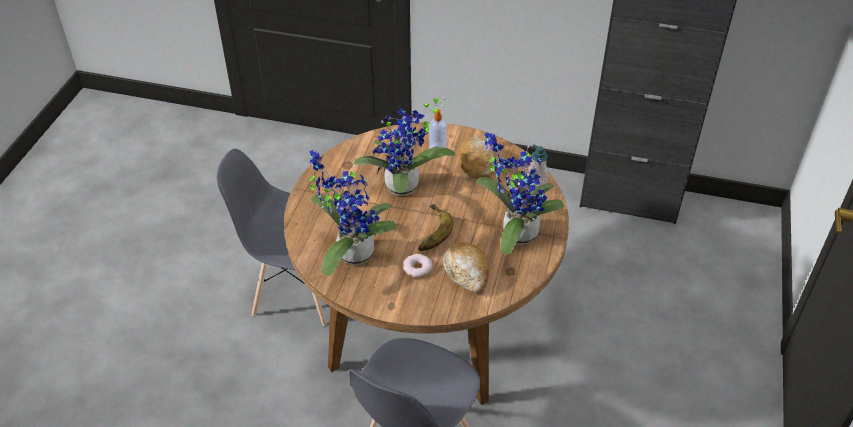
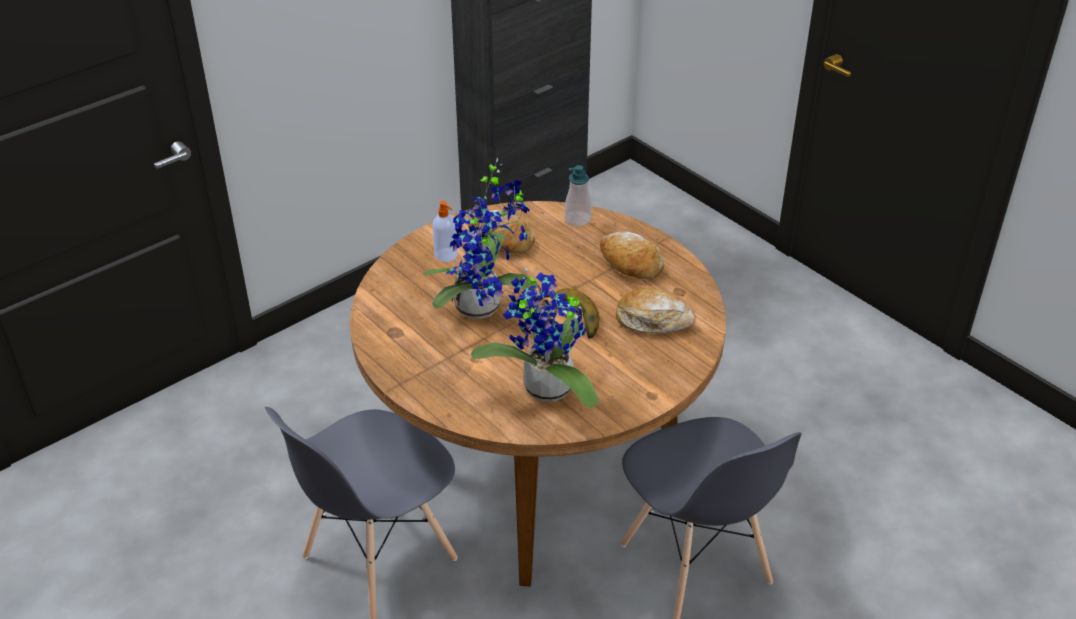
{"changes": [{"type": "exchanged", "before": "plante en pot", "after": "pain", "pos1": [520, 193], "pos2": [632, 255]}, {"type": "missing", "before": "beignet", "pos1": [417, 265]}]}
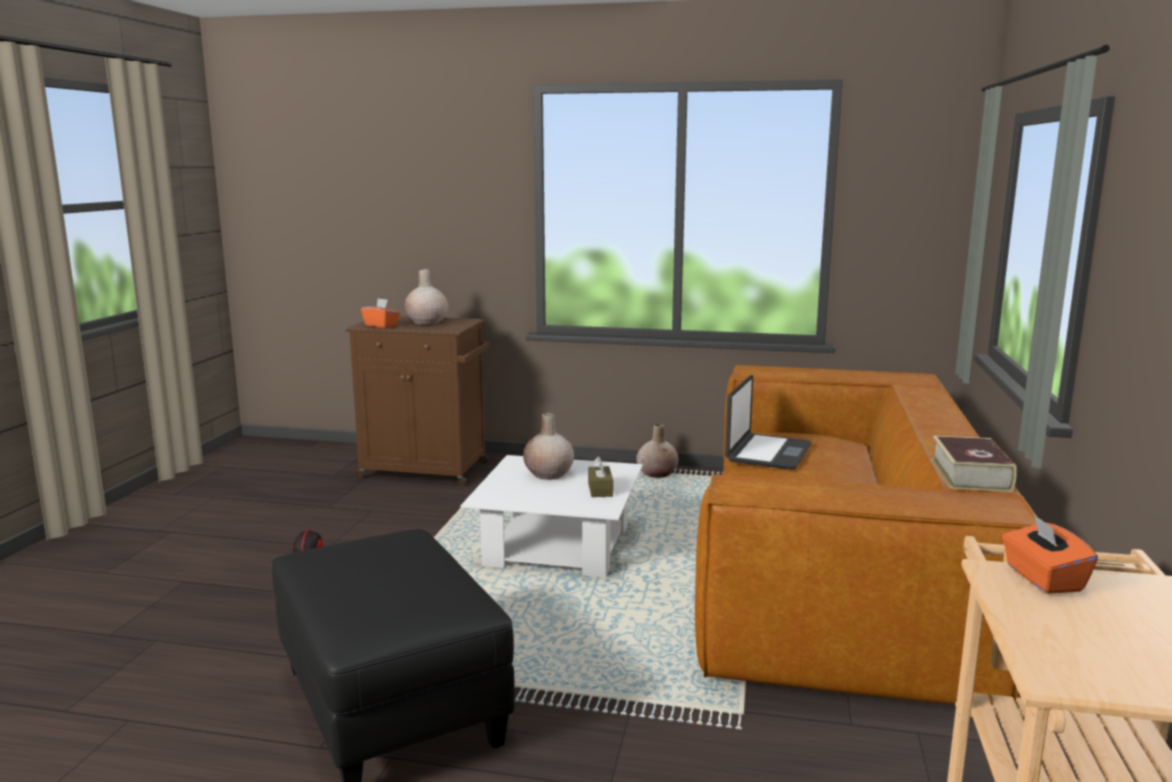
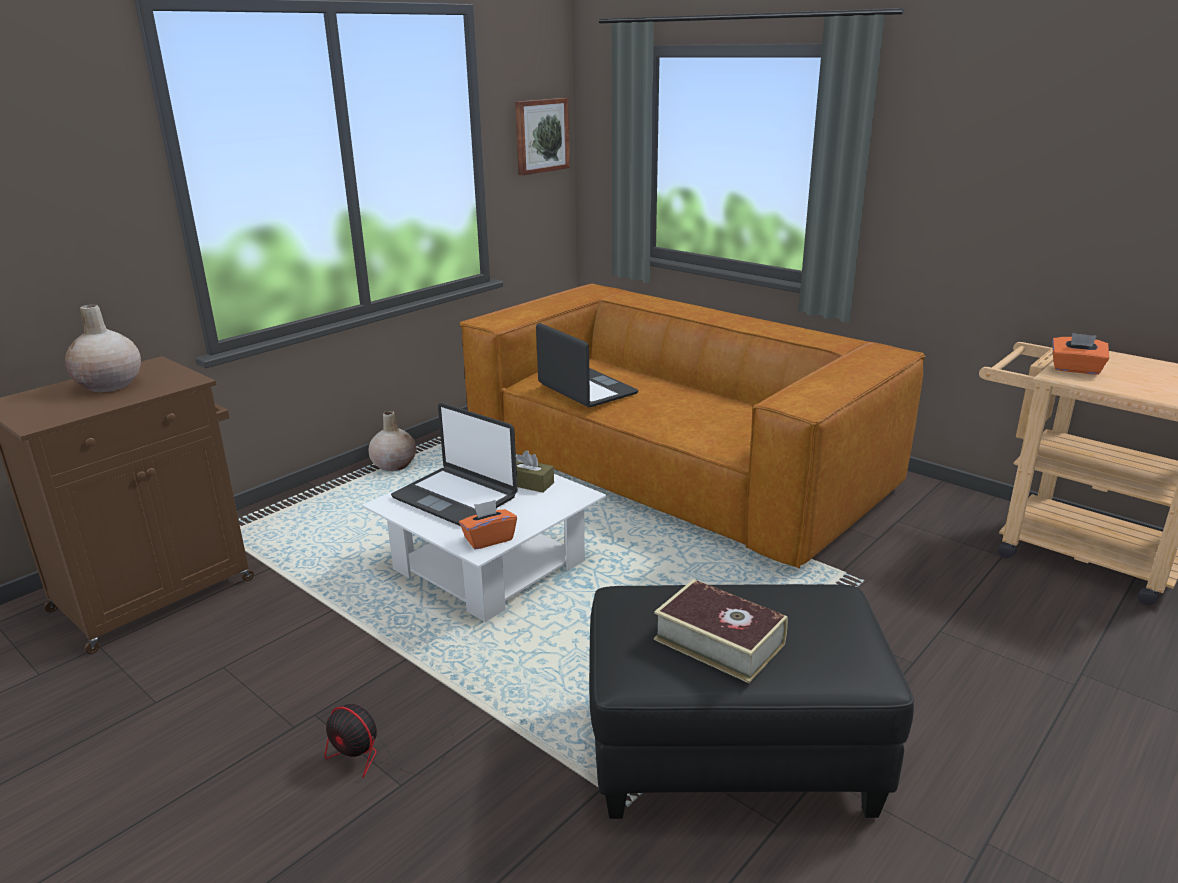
{"changes": [{"type": "exchanged", "before": "vase [beige]", "after": "ordinateur portable", "pos1": [548, 446], "pos2": [454, 464]}, {"type": "relocated", "before": "boîte à mouchoirs [orange]", "pos1": [380, 313], "pos2": [488, 525]}, {"type": "appeared", "after": "tableau", "pos2": [542, 136]}, {"type": "relocated", "before": "livre", "pos1": [974, 464], "pos2": [721, 631]}]}
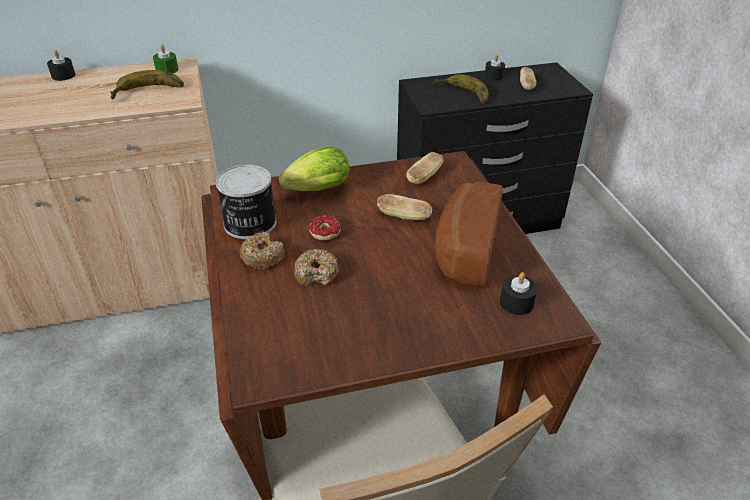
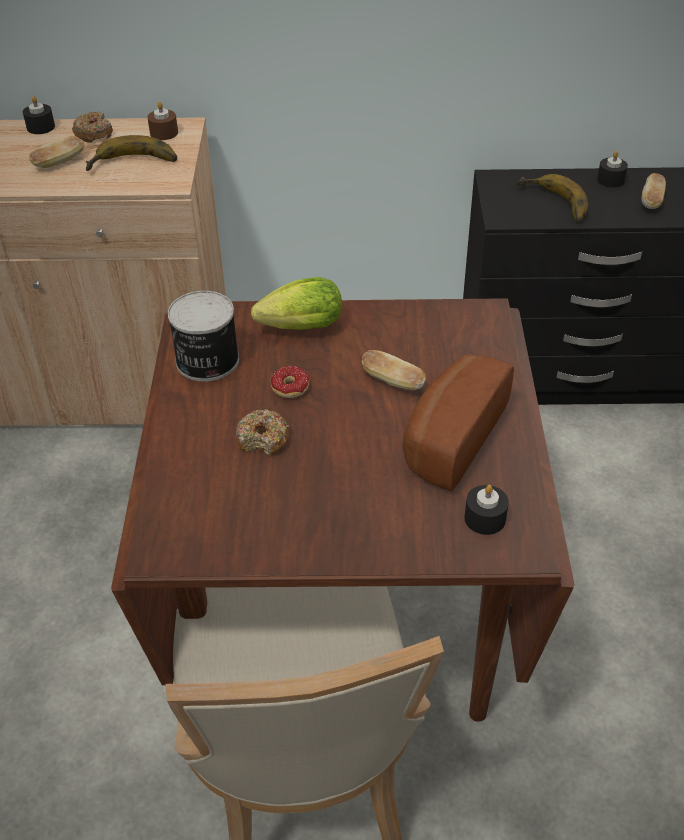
{"changes": [{"type": "relocated", "before": "pain", "pos1": [425, 168], "pos2": [57, 152]}, {"type": "relocated", "before": "beignet", "pos1": [262, 251], "pos2": [92, 127]}, {"type": "colour", "before": "bougie [vert]", "after": "bougie [marron]", "pos1": [165, 59], "pos2": [162, 120]}]}
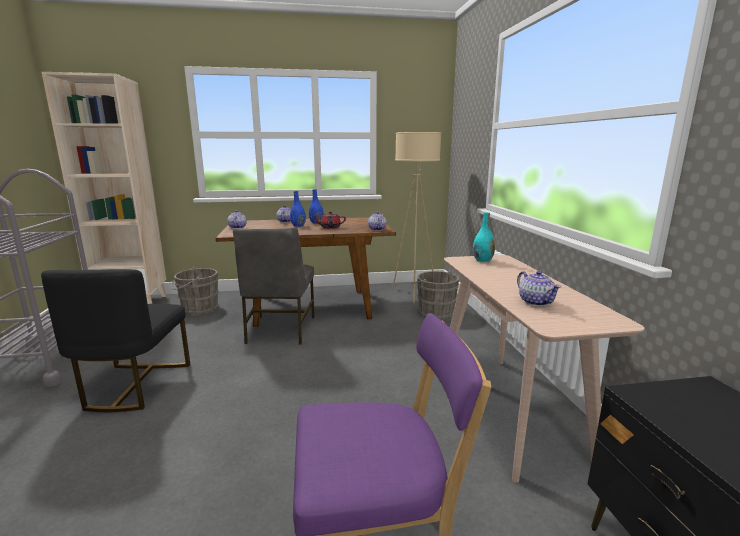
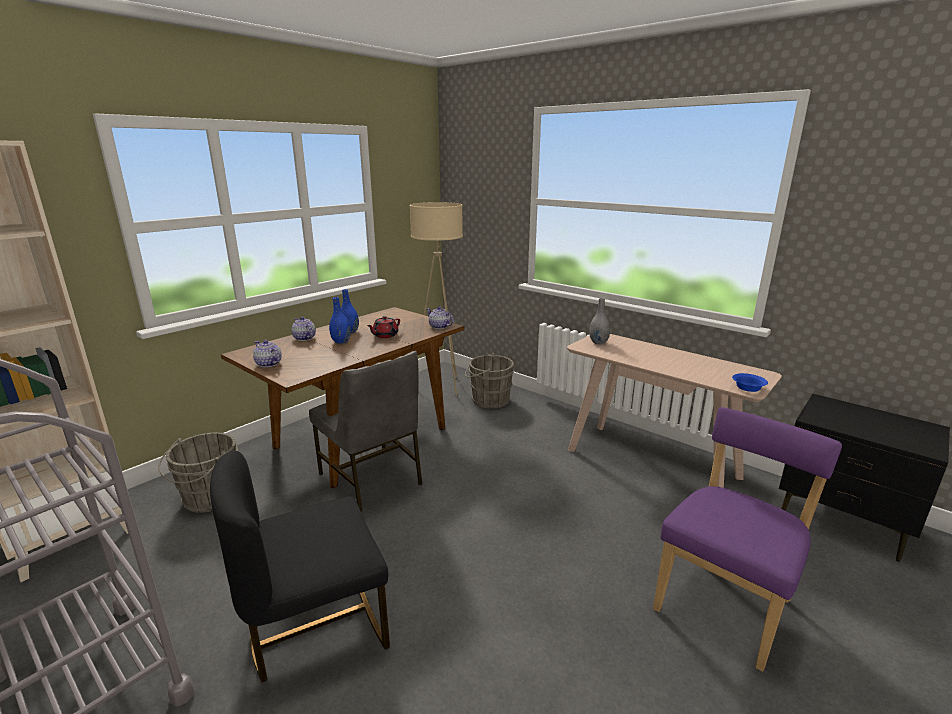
{"changes": [{"type": "spun", "before": "chaise [noir]", "pos1": [115, 340], "pos2": [300, 567], "turn": 105}, {"type": "colour", "before": "vase [turquoise]", "after": "vase [gris]", "pos1": [484, 237], "pos2": [599, 321]}, {"type": "appeared", "after": "bol [bleu]", "pos2": [750, 382]}, {"type": "missing", "before": "théière", "pos1": [539, 288]}]}
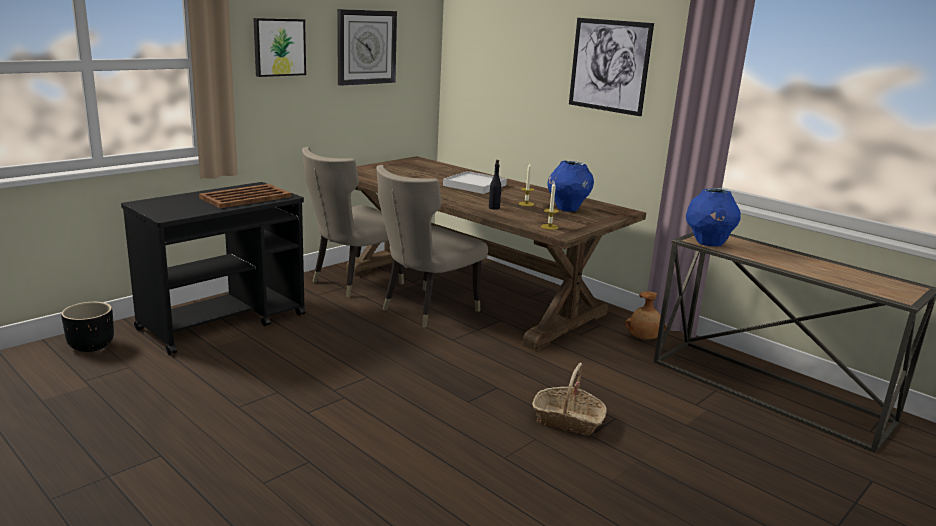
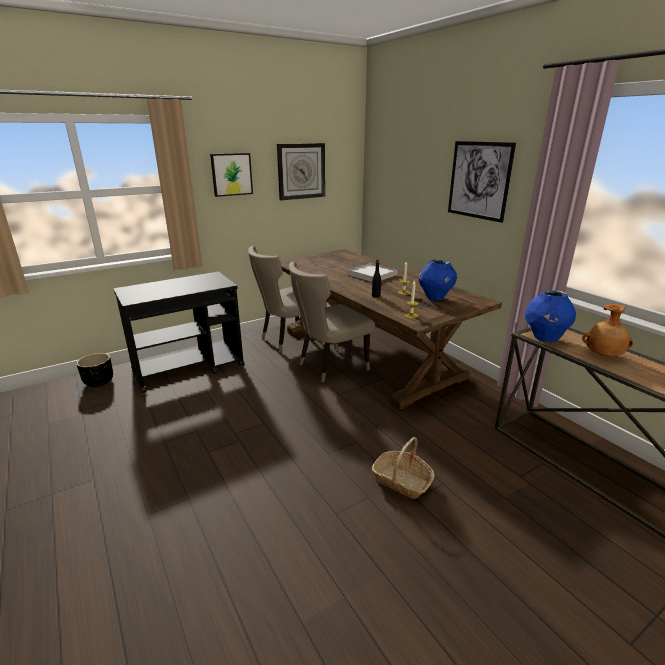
{"changes": [{"type": "relocated", "before": "vase [marron]", "pos1": [645, 315], "pos2": [607, 330]}, {"type": "missing", "before": "plateau [marron]", "pos1": [245, 196]}]}
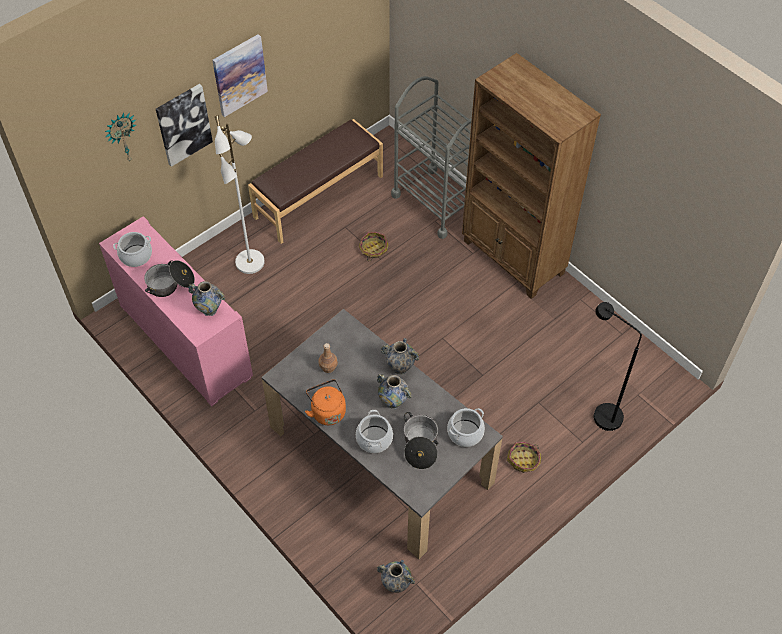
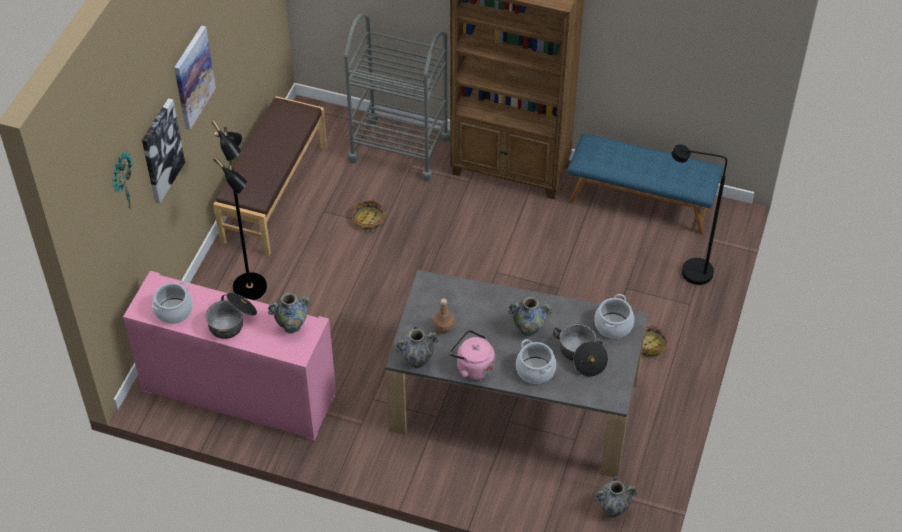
{"changes": [{"type": "colour", "before": "lampadaire [blanc]", "after": "lampadaire [noir]", "pos1": [240, 194], "pos2": [239, 210]}, {"type": "relocated", "before": "vase", "pos1": [400, 356], "pos2": [417, 347]}, {"type": "colour", "before": "bouilloire [orange]", "after": "bouilloire [rose]", "pos1": [325, 402], "pos2": [472, 355]}, {"type": "appeared", "after": "banc [bleu]", "pos2": [645, 184]}]}
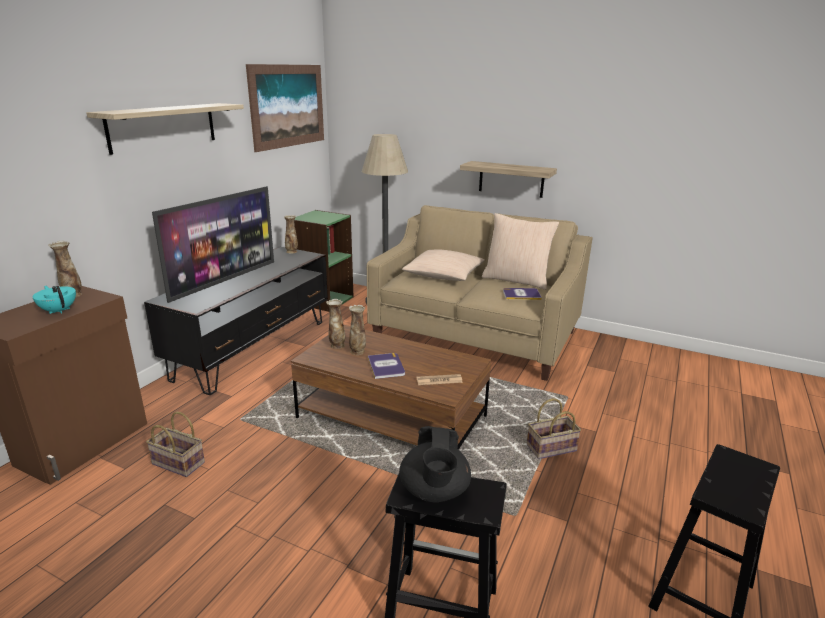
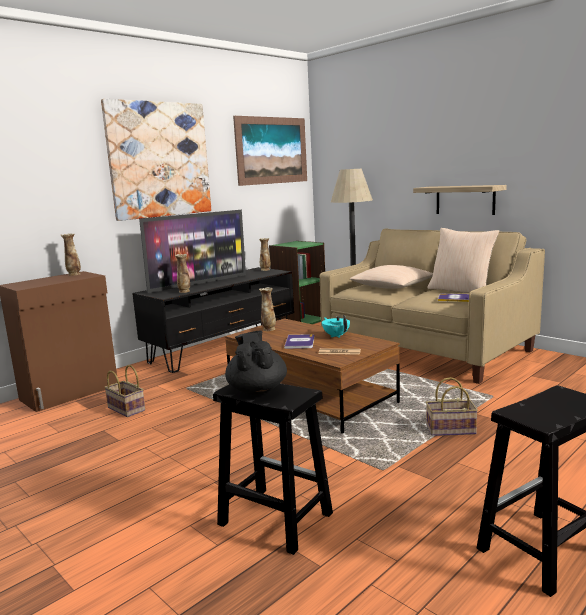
{"changes": [{"type": "exchanged", "before": "étagère", "after": "tableau", "pos1": [165, 129], "pos2": [156, 160]}, {"type": "relocated", "before": "vase", "pos1": [357, 330], "pos2": [182, 273]}, {"type": "spun", "before": "théière [noir]", "pos1": [435, 464], "pos2": [256, 363], "turn": 150}, {"type": "relocated", "before": "théière [turquoise]", "pos1": [54, 300], "pos2": [336, 326]}]}
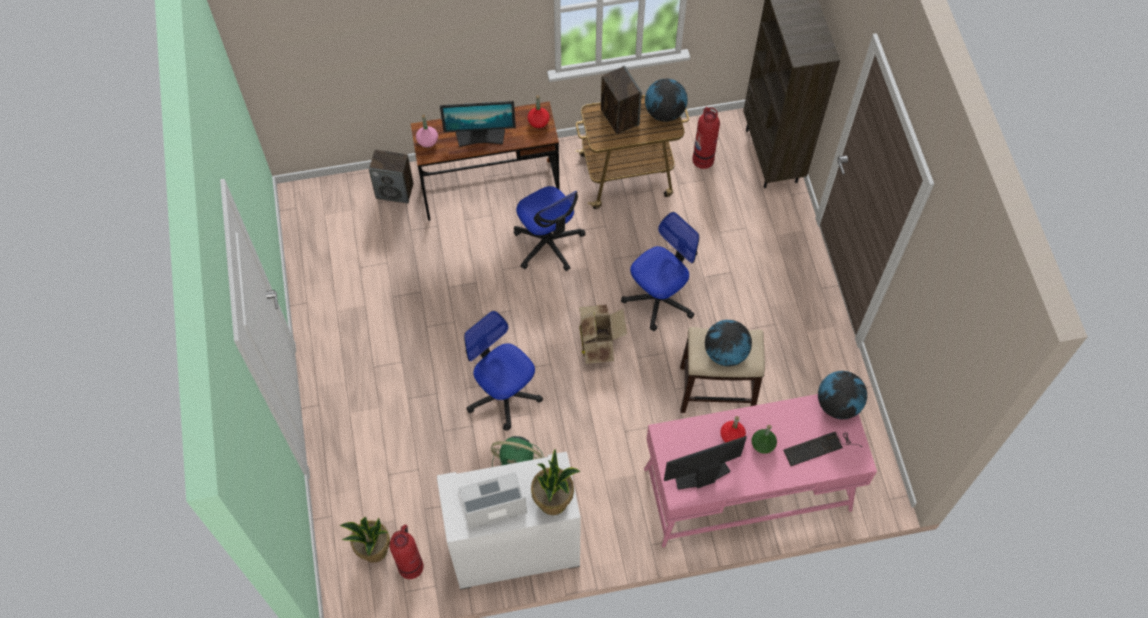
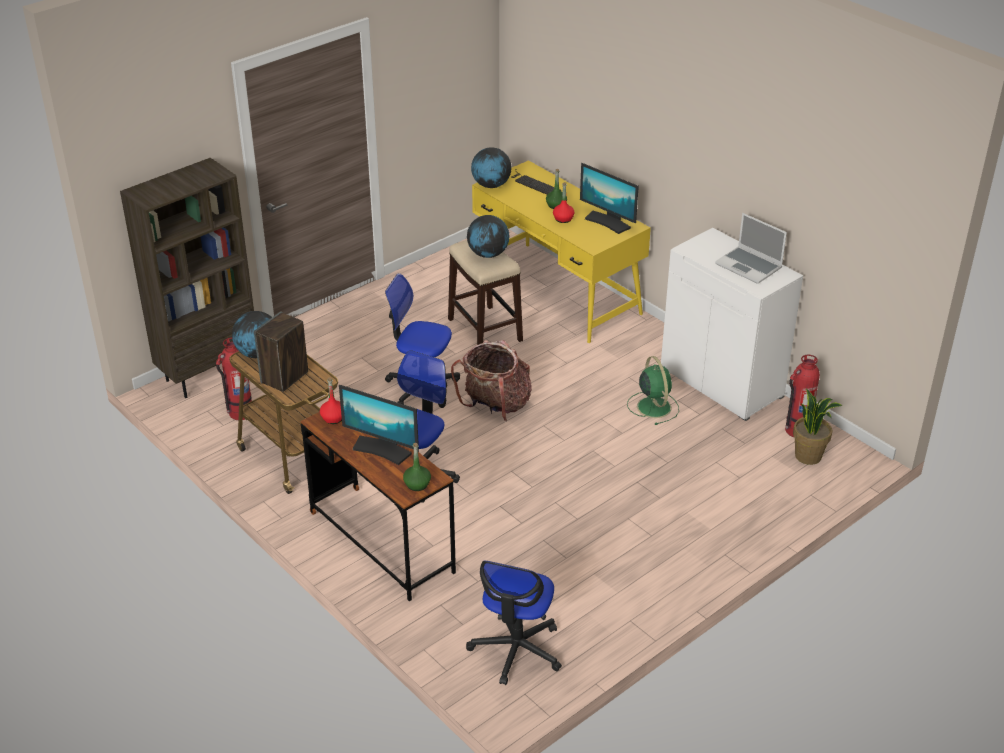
{"changes": [{"type": "spun", "before": "écran d'ordinateur", "pos1": [478, 124], "pos2": [379, 425], "turn": 150}, {"type": "colour", "before": "bouteille [rose]", "after": "bouteille [vert]", "pos1": [427, 131], "pos2": [417, 467]}, {"type": "exchanged", "before": "carton", "after": "sac à dos", "pos1": [603, 334], "pos2": [491, 381]}, {"type": "relocated", "before": "chaise de bureau", "pos1": [503, 371], "pos2": [514, 623]}, {"type": "colour", "before": "bureau [rose]", "after": "bureau [jaune]", "pos1": [760, 471], "pos2": [561, 251]}, {"type": "missing", "before": "enceinte", "pos1": [391, 177]}, {"type": "missing", "before": "plante en pot", "pos1": [555, 482]}]}
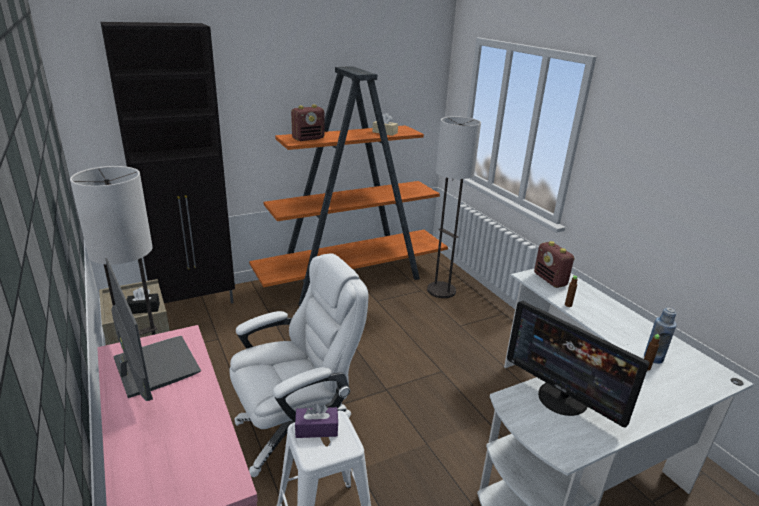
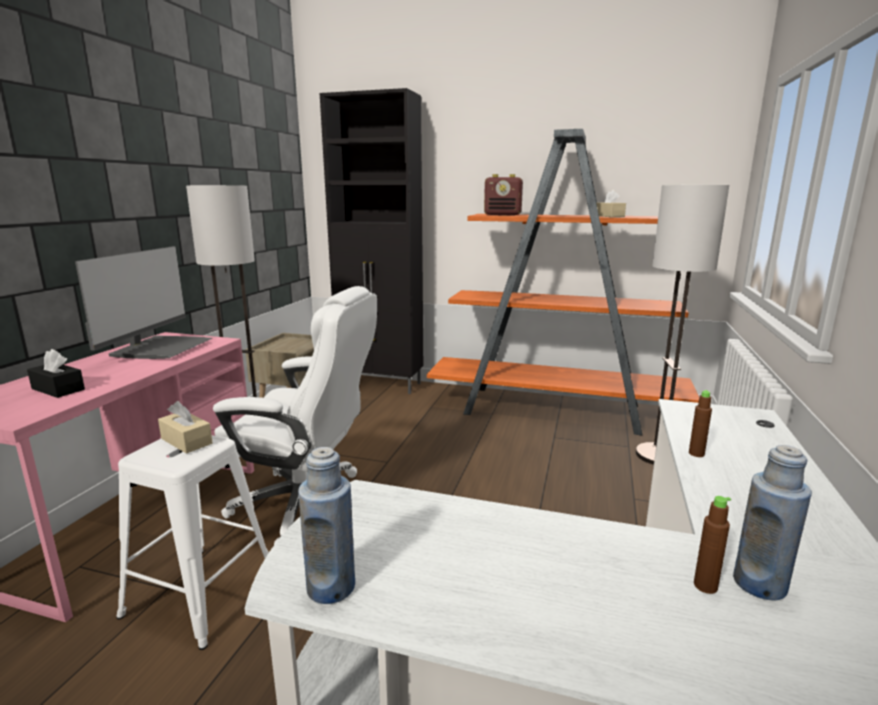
{"changes": [{"type": "relocated", "before": "boîte à mouchoirs [noir]", "pos1": [143, 300], "pos2": [56, 373]}, {"type": "colour", "before": "boîte à mouchoirs [violet]", "after": "boîte à mouchoirs [beige]", "pos1": [316, 420], "pos2": [185, 427]}, {"type": "appeared", "after": "bouteille [bleu]", "pos2": [326, 525]}, {"type": "missing", "before": "écran d'ordinateur", "pos1": [578, 364]}, {"type": "missing", "before": "radio", "pos1": [554, 264]}]}
